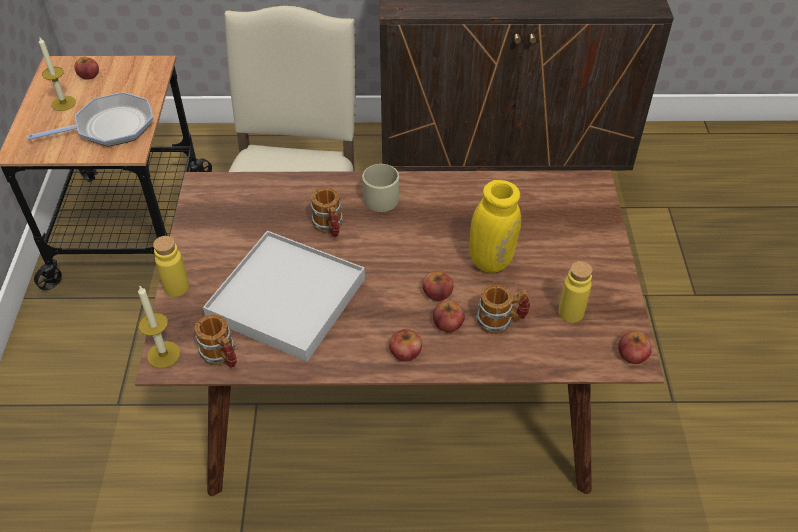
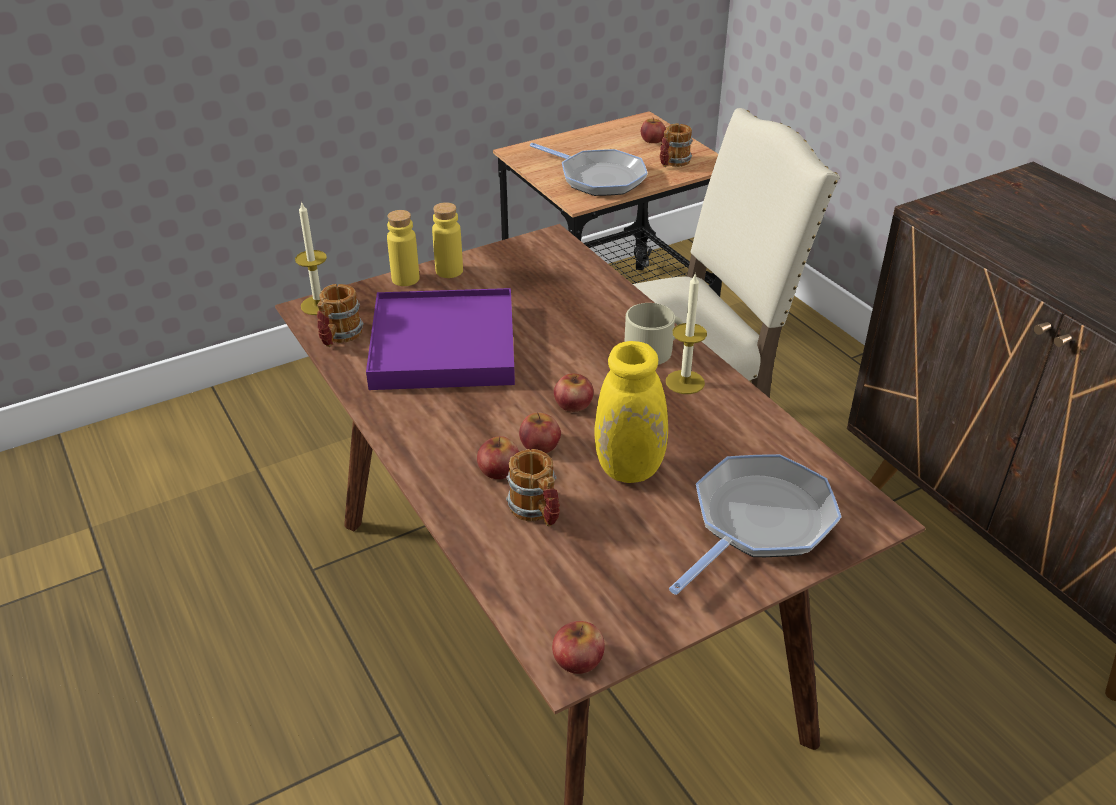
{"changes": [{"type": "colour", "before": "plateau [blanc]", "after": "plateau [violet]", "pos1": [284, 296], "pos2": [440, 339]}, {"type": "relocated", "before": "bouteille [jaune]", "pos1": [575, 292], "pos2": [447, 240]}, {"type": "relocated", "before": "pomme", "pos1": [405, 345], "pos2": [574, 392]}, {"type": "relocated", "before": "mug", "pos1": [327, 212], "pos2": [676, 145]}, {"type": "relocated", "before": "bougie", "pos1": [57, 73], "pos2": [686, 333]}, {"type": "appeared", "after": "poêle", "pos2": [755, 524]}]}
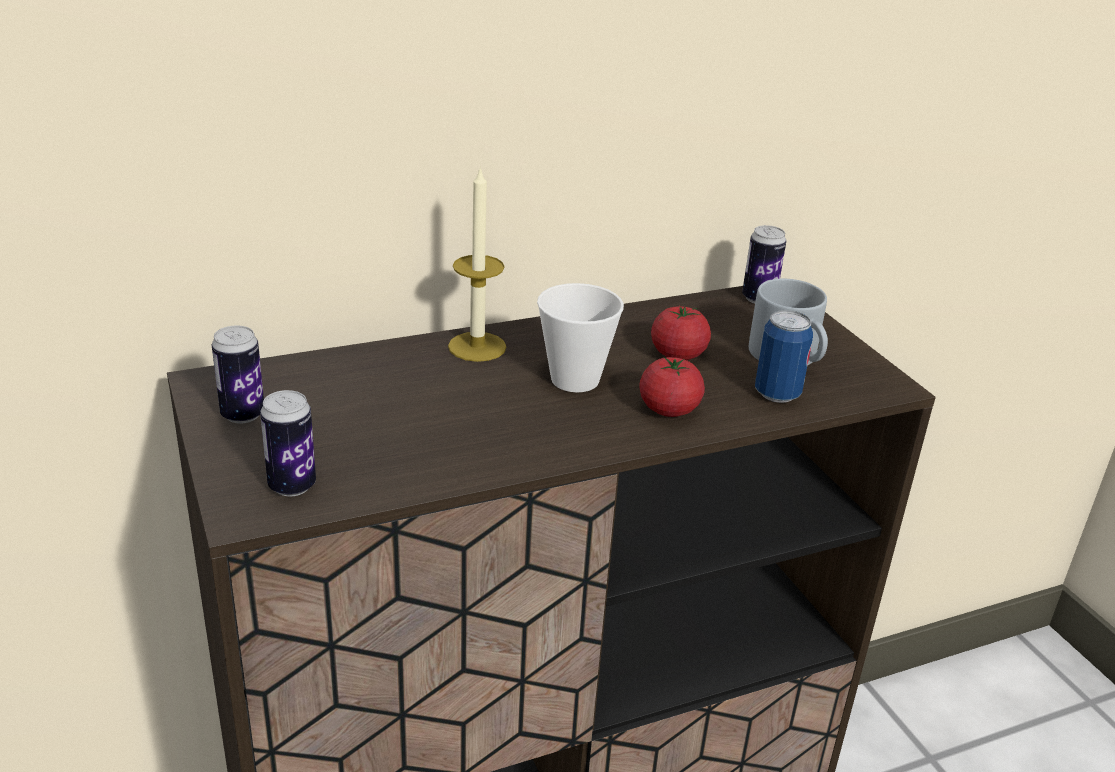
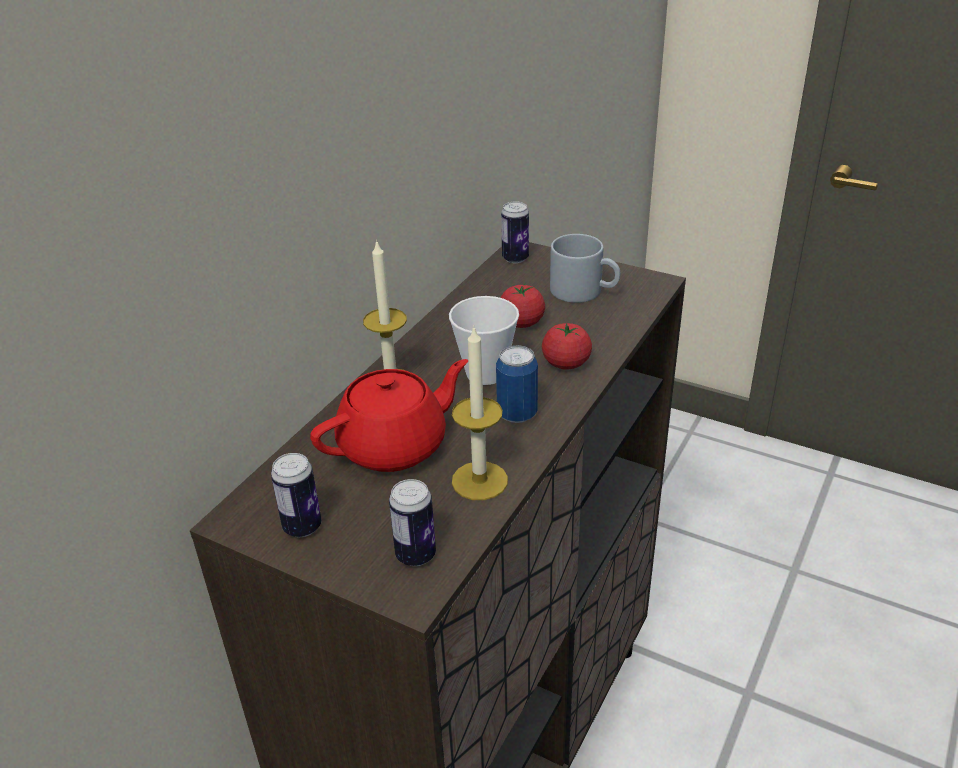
{"changes": [{"type": "appeared", "after": "théière [rouge]", "pos2": [389, 415]}, {"type": "appeared", "after": "bougie", "pos2": [480, 414]}, {"type": "relocated", "before": "boîte métallique", "pos1": [784, 356], "pos2": [517, 384]}]}
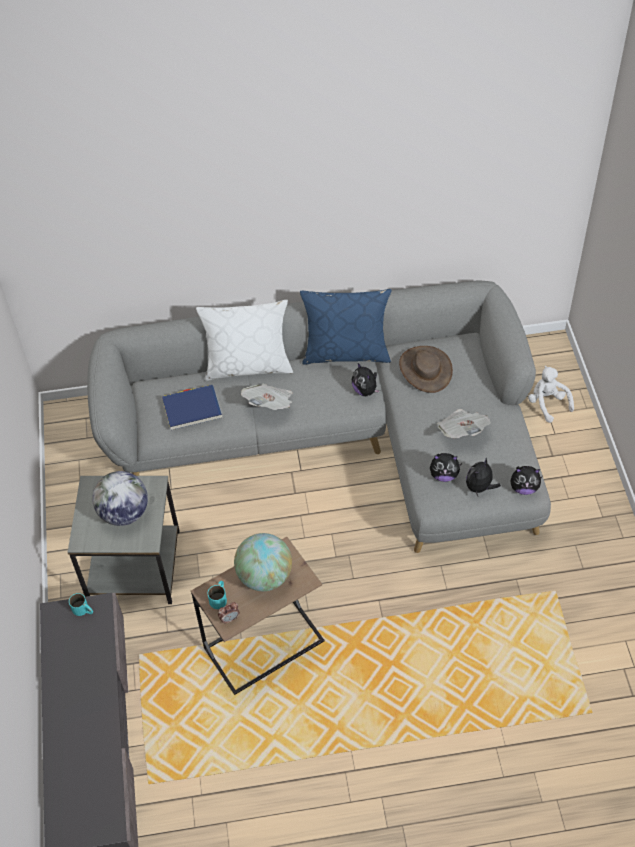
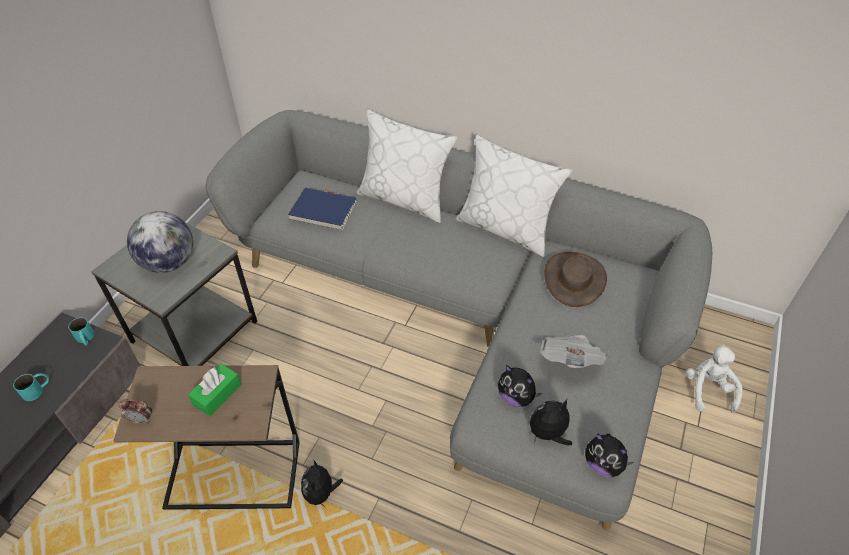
{"changes": [{"type": "relocated", "before": "mug [turquoise]", "pos1": [217, 595], "pos2": [31, 387]}, {"type": "exchanged", "before": "globe", "after": "boîte à mouchoirs [vert]", "pos1": [263, 562], "pos2": [214, 389]}, {"type": "relocated", "before": "peluche", "pos1": [366, 379], "pos2": [322, 483]}, {"type": "colour", "before": "coussin [bleu]", "after": "coussin [blanc]", "pos1": [345, 327], "pos2": [514, 196]}, {"type": "missing", "before": "journal", "pos1": [267, 397]}]}
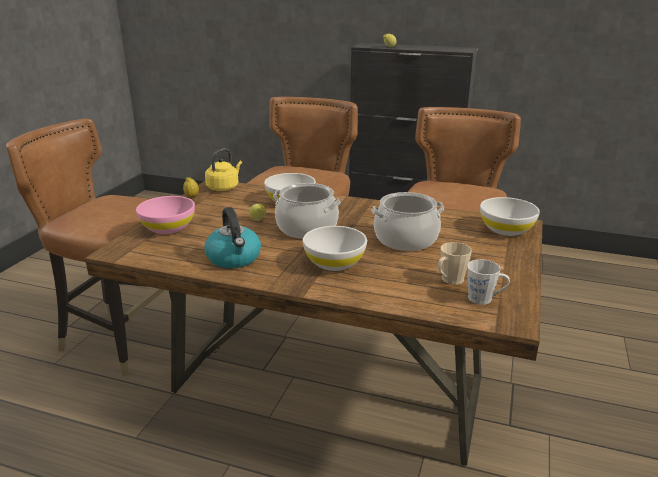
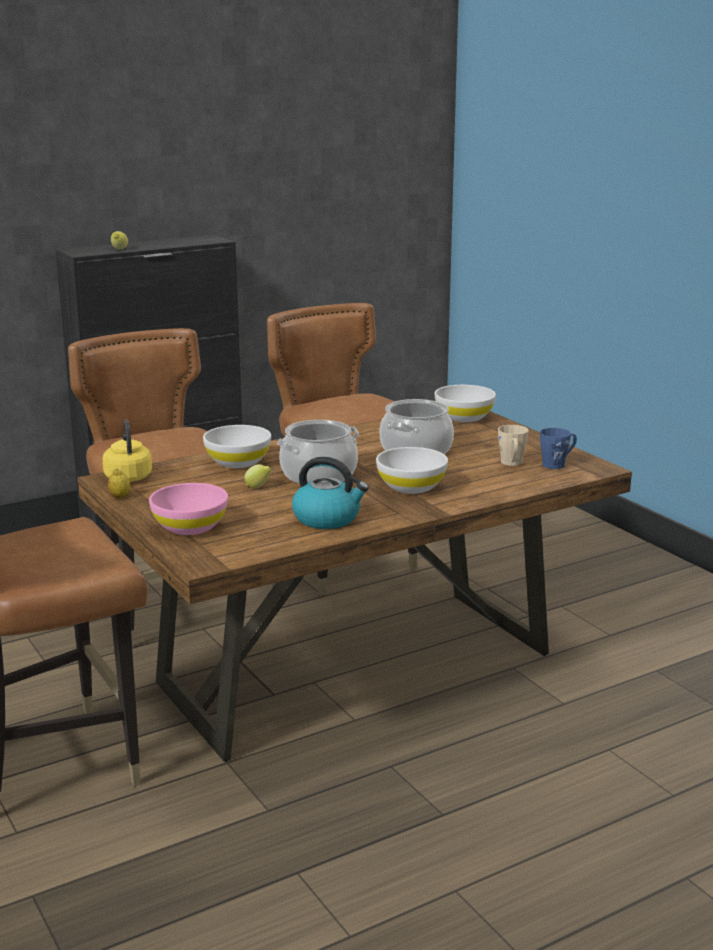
{"changes": [{"type": "colour", "before": "mug [gris]", "after": "mug [bleu]", "pos1": [488, 282], "pos2": [558, 448]}]}
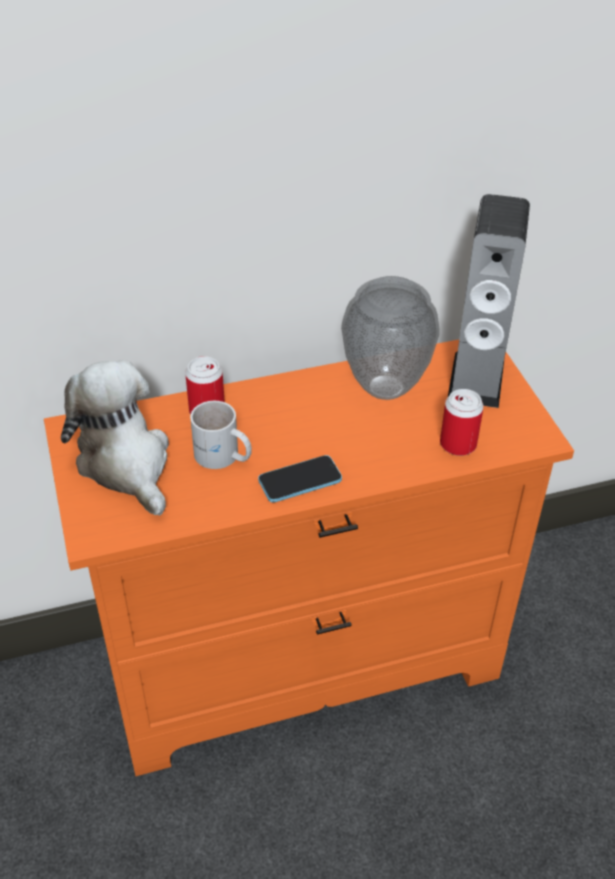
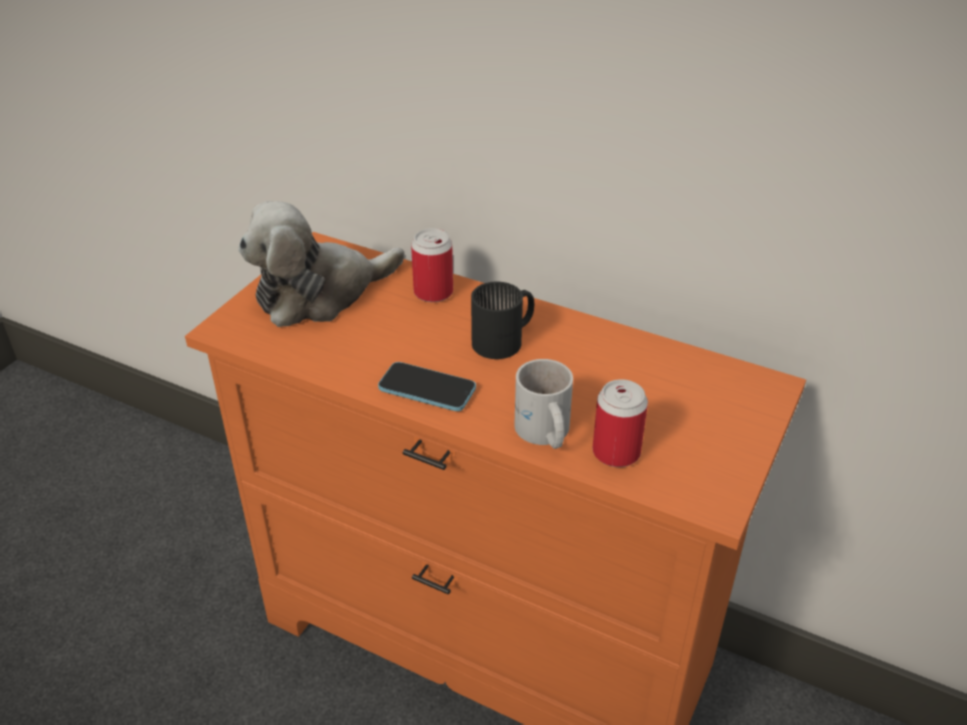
{"changes": [{"type": "spun", "before": "peluche", "pos1": [115, 438], "pos2": [321, 264], "turn": -135}, {"type": "appeared", "after": "mug [noir]", "pos2": [503, 320]}, {"type": "relocated", "before": "mug [blanc]", "pos1": [221, 435], "pos2": [544, 404]}, {"type": "missing", "before": "vase", "pos1": [390, 338]}, {"type": "missing", "before": "enceinte", "pos1": [489, 301]}]}
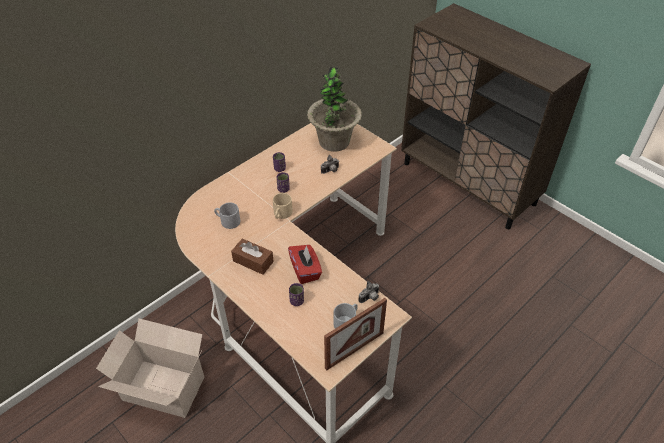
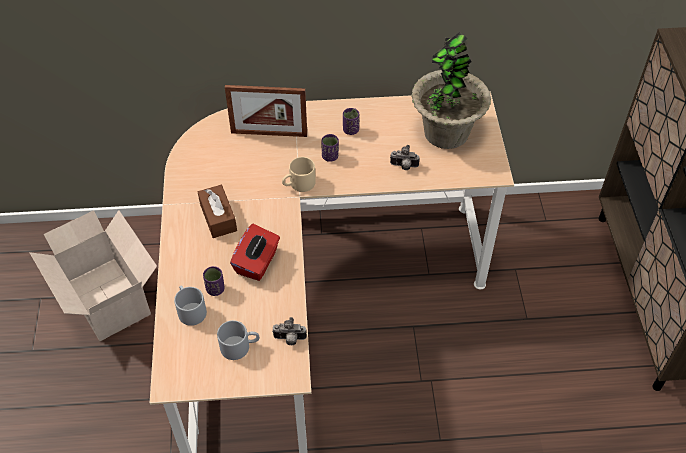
{"changes": [{"type": "relocated", "before": "mug [gris]", "pos1": [227, 216], "pos2": [190, 305]}, {"type": "relocated", "before": "cadre photo", "pos1": [355, 334], "pos2": [266, 111]}]}
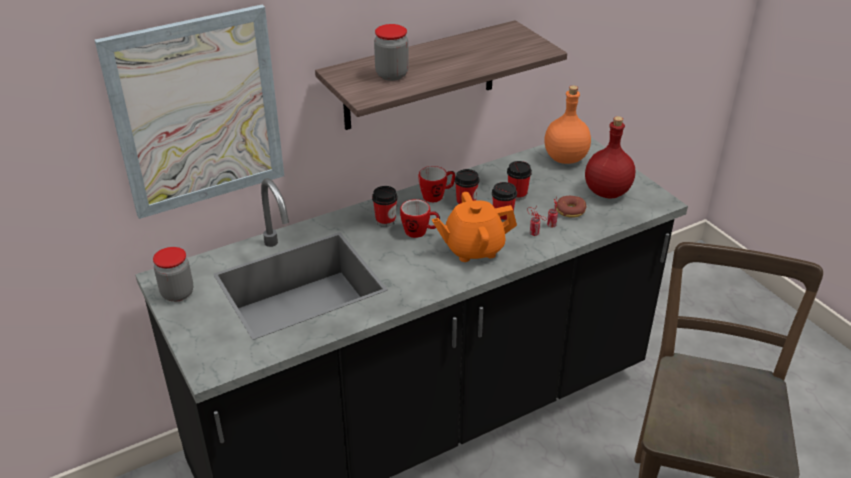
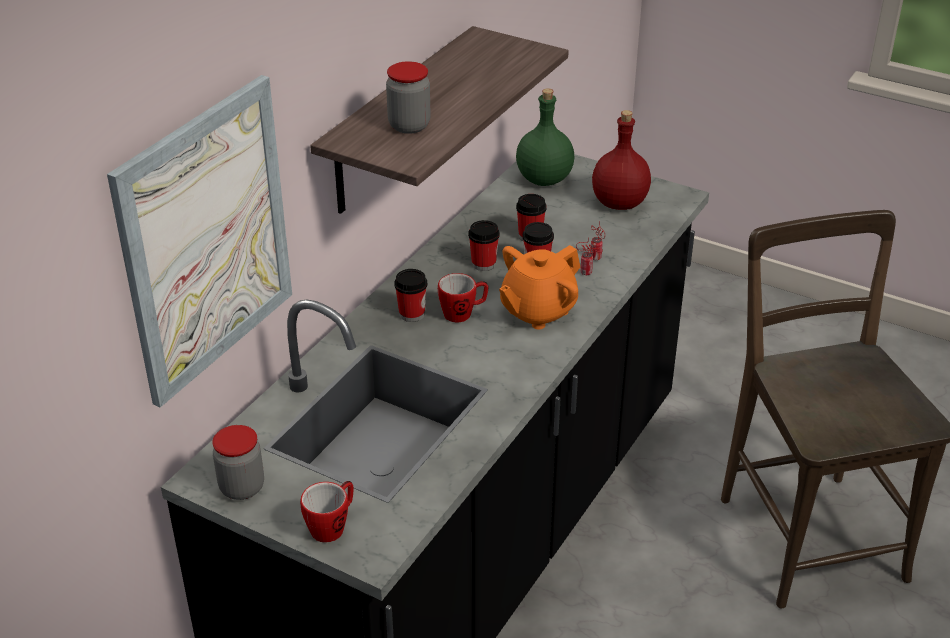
{"changes": [{"type": "relocated", "before": "mug", "pos1": [437, 184], "pos2": [326, 511]}, {"type": "colour", "before": "bouteille [orange]", "after": "bouteille [vert]", "pos1": [567, 124], "pos2": [545, 137]}, {"type": "missing", "before": "beignet", "pos1": [571, 207]}]}
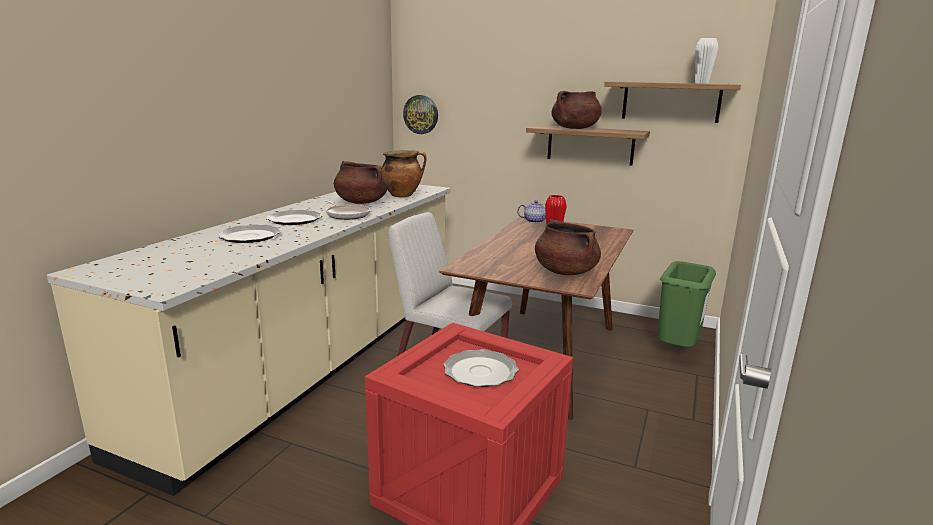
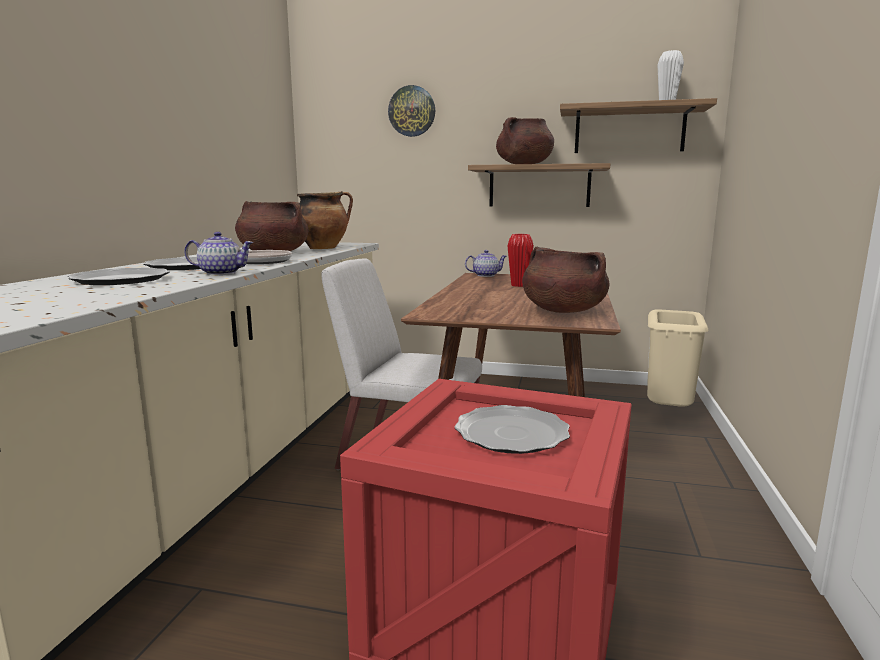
{"changes": [{"type": "appeared", "after": "théière", "pos2": [219, 253]}, {"type": "relocated", "before": "horloge murale", "pos1": [420, 114], "pos2": [411, 111]}, {"type": "colour", "before": "poubelle [vert]", "after": "poubelle [beige]", "pos1": [686, 304], "pos2": [677, 358]}]}
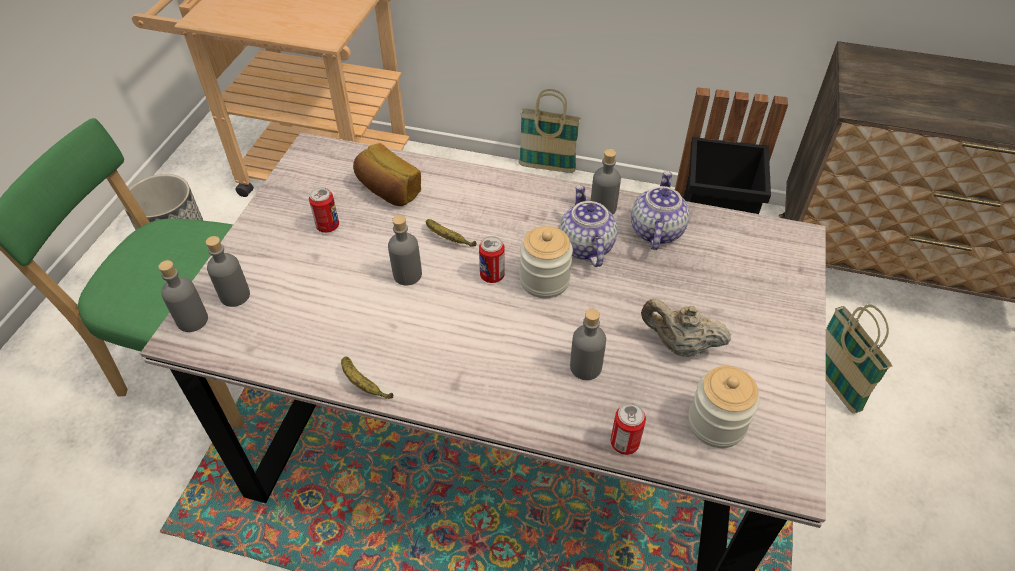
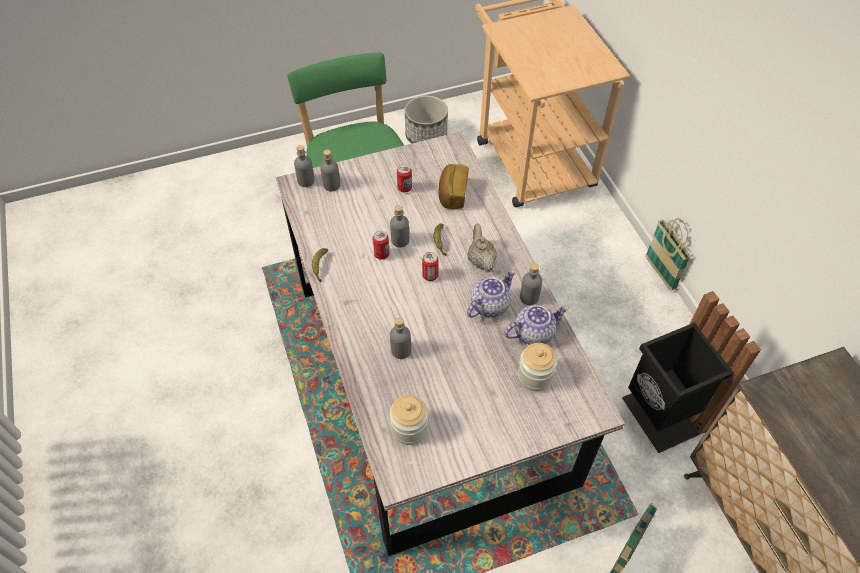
{"changes": [{"type": "relocated", "before": "boîte métallique", "pos1": [628, 429], "pos2": [381, 245]}, {"type": "relocated", "before": "théière [beige]", "pos1": [686, 328], "pos2": [482, 248]}, {"type": "relocated", "before": "bocal", "pos1": [546, 262], "pos2": [537, 367]}]}
